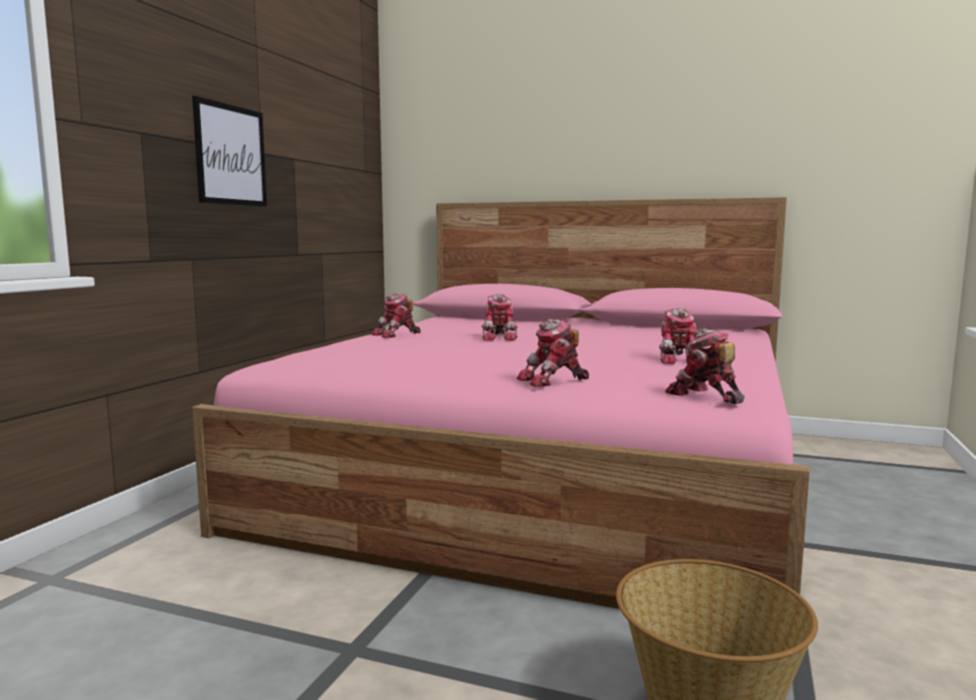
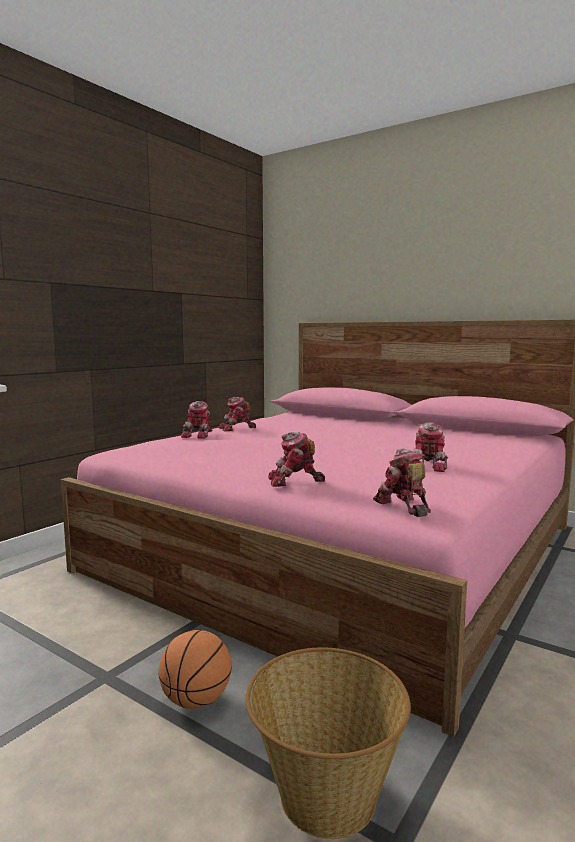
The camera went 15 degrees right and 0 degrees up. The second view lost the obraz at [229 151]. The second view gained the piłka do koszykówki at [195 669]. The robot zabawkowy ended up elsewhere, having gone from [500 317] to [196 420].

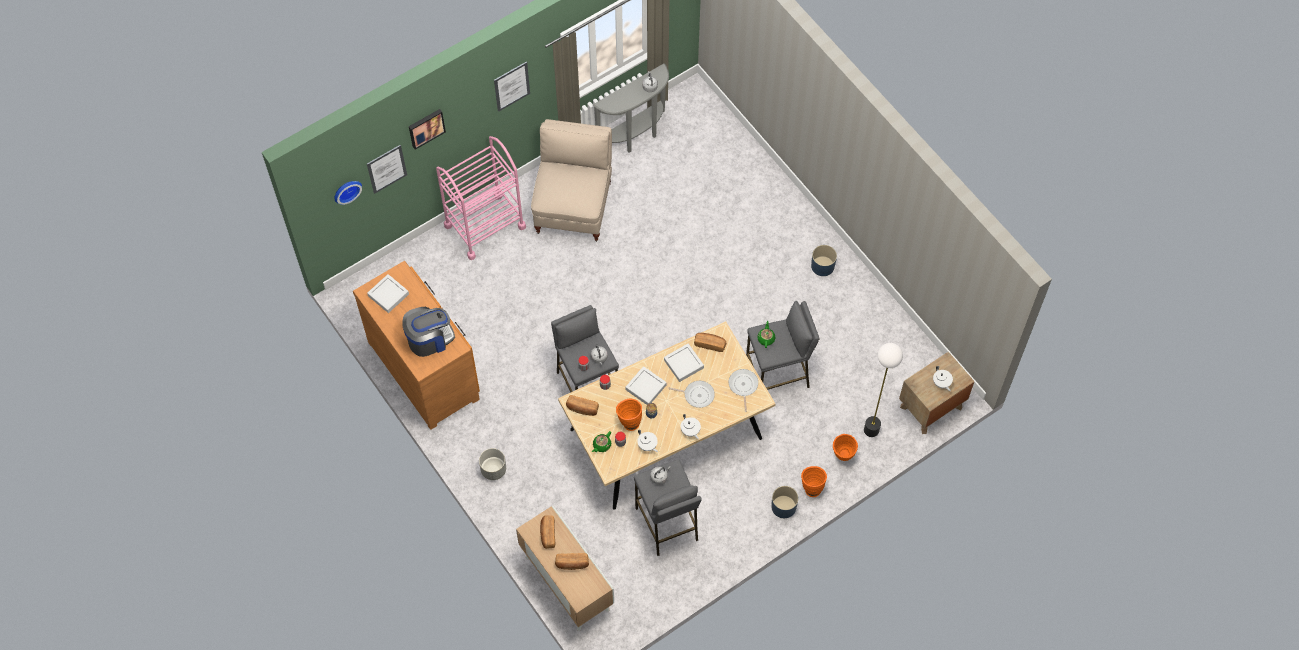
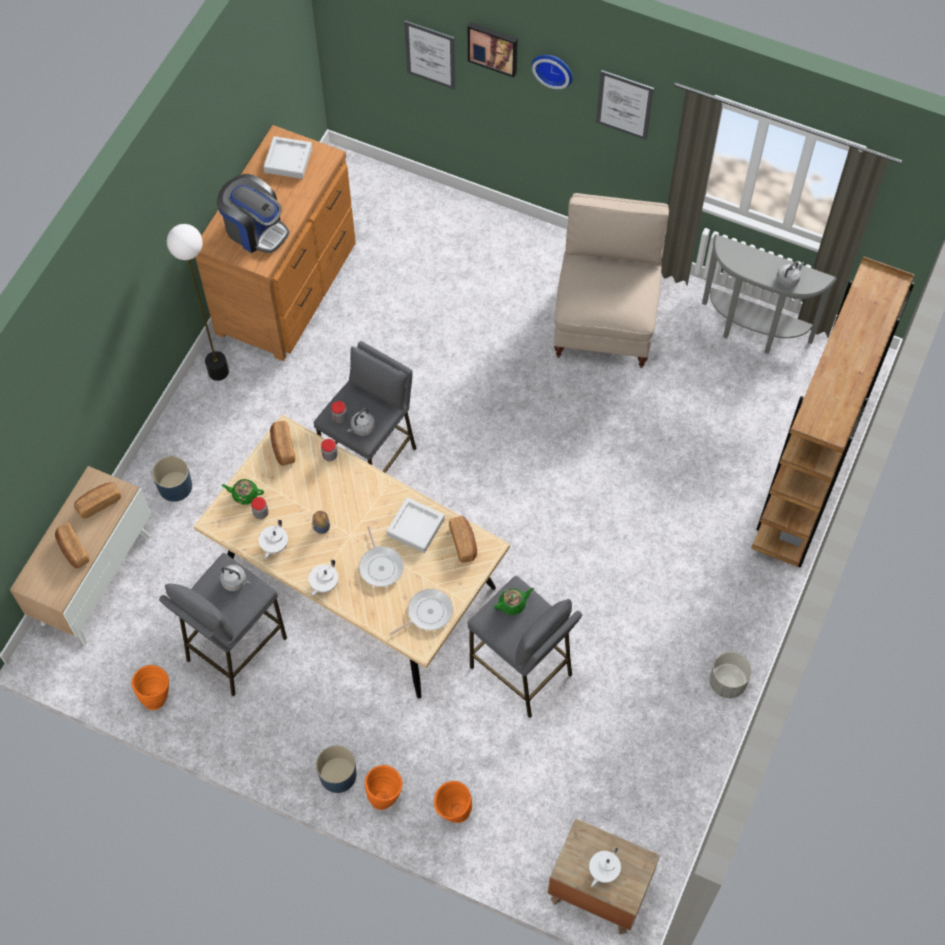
The camera went 60 degrees right and 0 degrees up. The second view lost the wózek/różowy at [481 198]. The second view lost the taca/szary at [646 385]. The second view gained the regał/brązowy at [833 412]. The zegar ścienny ended up elsewhere, having gone from [348 193] to [552 72]. The donica/szary ended up elsewhere, having gone from [492 464] to [730 675]. The wazon/pomarańczowy ended up elsewhere, having gone from [629 415] to [150 687]. The donica/niebieski ended up elsewhere, having gone from [824 260] to [172 479]. The lampa stojąca ended up elsewhere, having gone from [883 390] to [198 302]. The krzesło/beżowy at [571 180] ended up facing another way, 60 degrees counterclockwise from before.

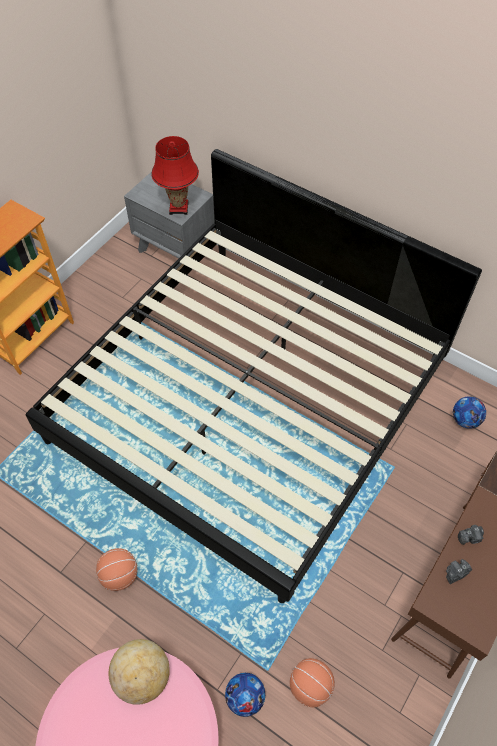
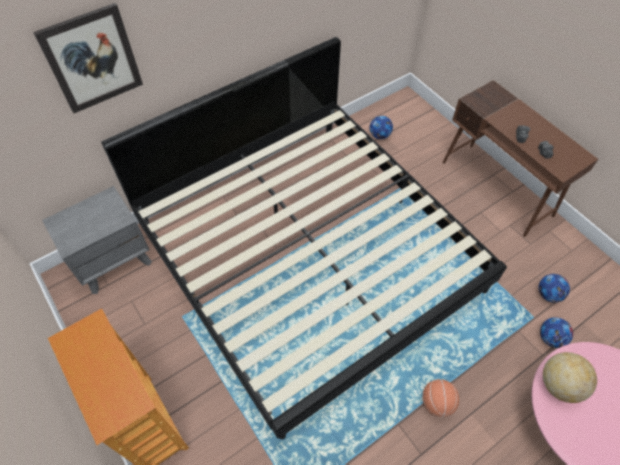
The camera went 70 degrees left and 0 degrees up. The second view lost the lampa stołowa/czerwony at [175 175]. The second view gained the obraz at [88 58]. Where the piłka do koszykówki stood at [312 682], the piłka futbolowa came to stand at [554 288].

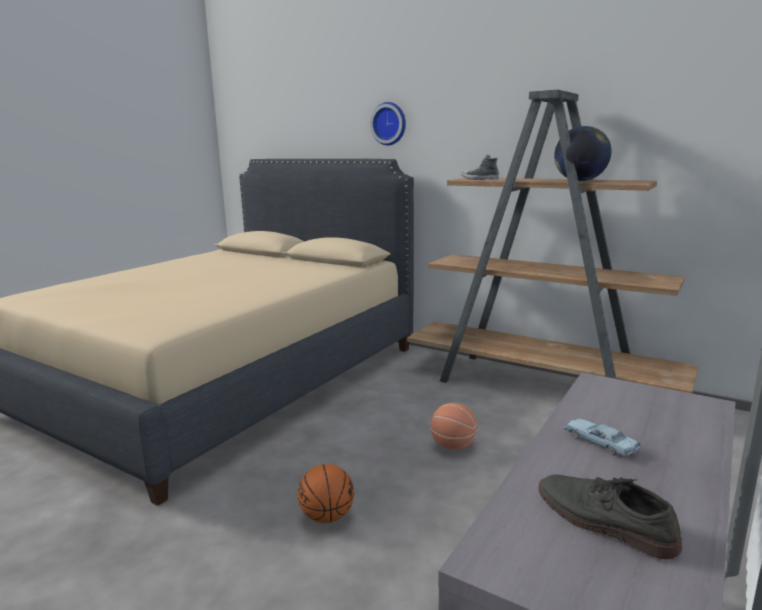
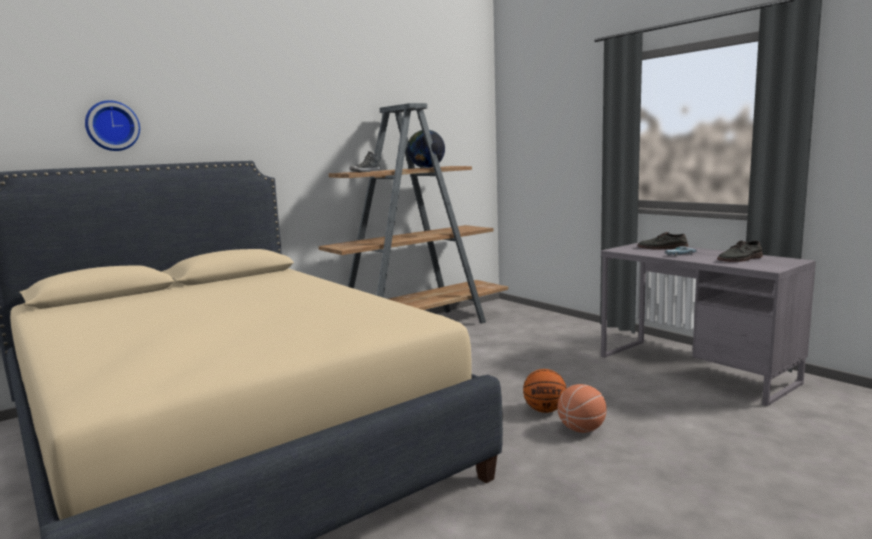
The camera went 70 degrees left and 5 degrees down. The second view gained the but/szary at [663 241]. The zegar ścienny ended up elsewhere, having gone from [388 123] to [112 125]. The piłka do koszykówki ended up elsewhere, having gone from [454 427] to [582 408].

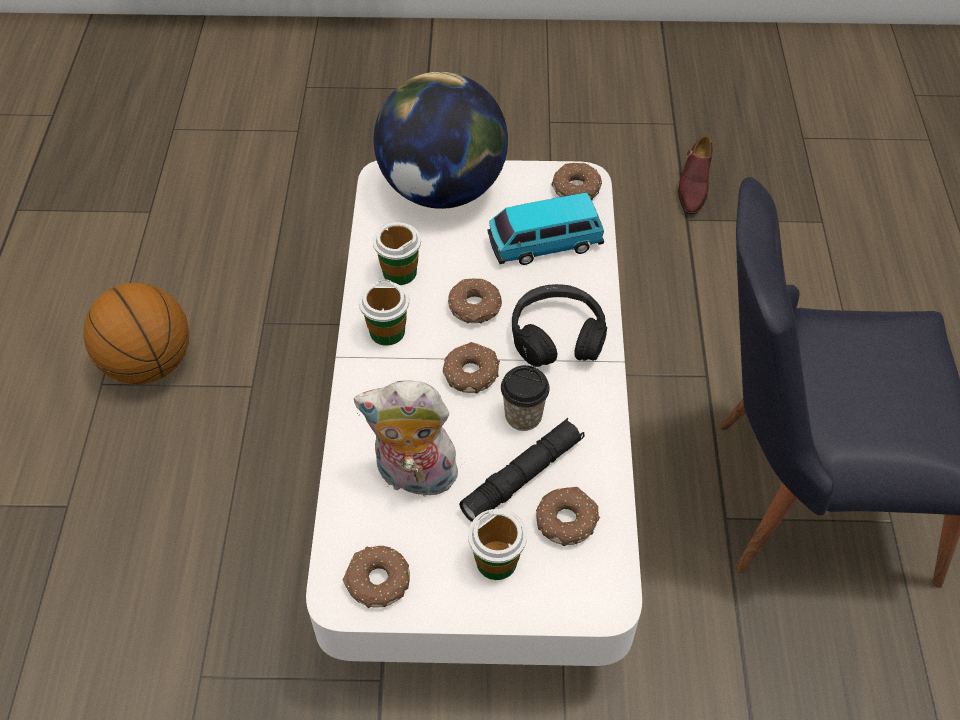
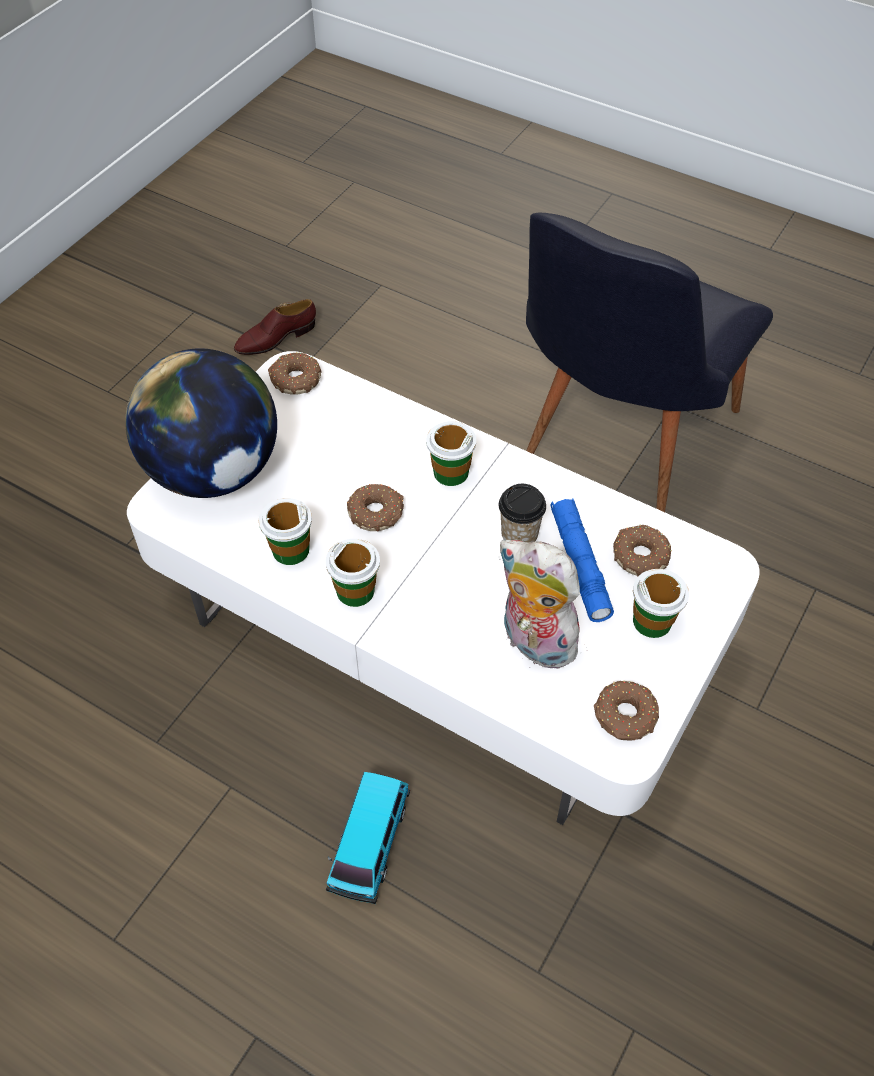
The camera went 60 degrees left and 0 degrees up. The second view lost the piłka do koszykówki at [136 333]. The second view lost the donut at [471 368]. The samochodzik ended up elsewhere, having gone from [545 228] to [368 838]. Where the słuchawki/czarny stood at [559 325], the filiżanka came to stand at [451 453]. What was the latarka/czarny at [522 470] turned into the latarka/niebieski at [582 560]. The pluszak at [408 441] ended up facing another way, 90 degrees clockwise from before. The but/brązowy at [695 174] ended up facing another way, 105 degrees clockwise from before.

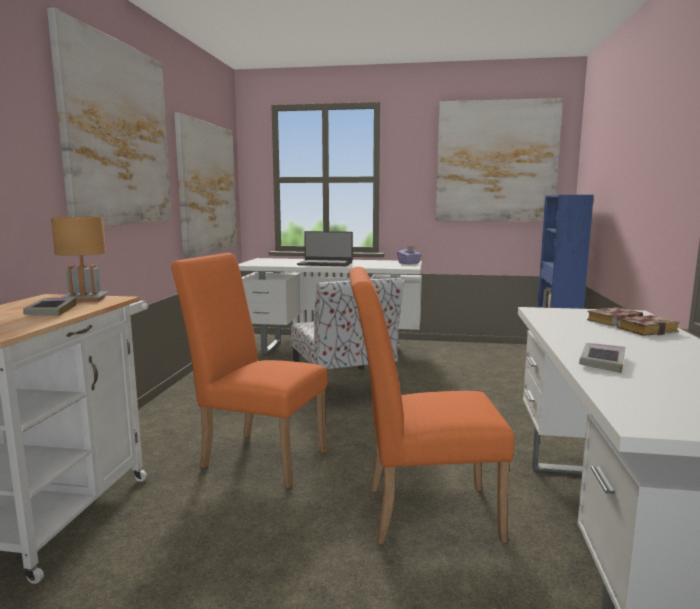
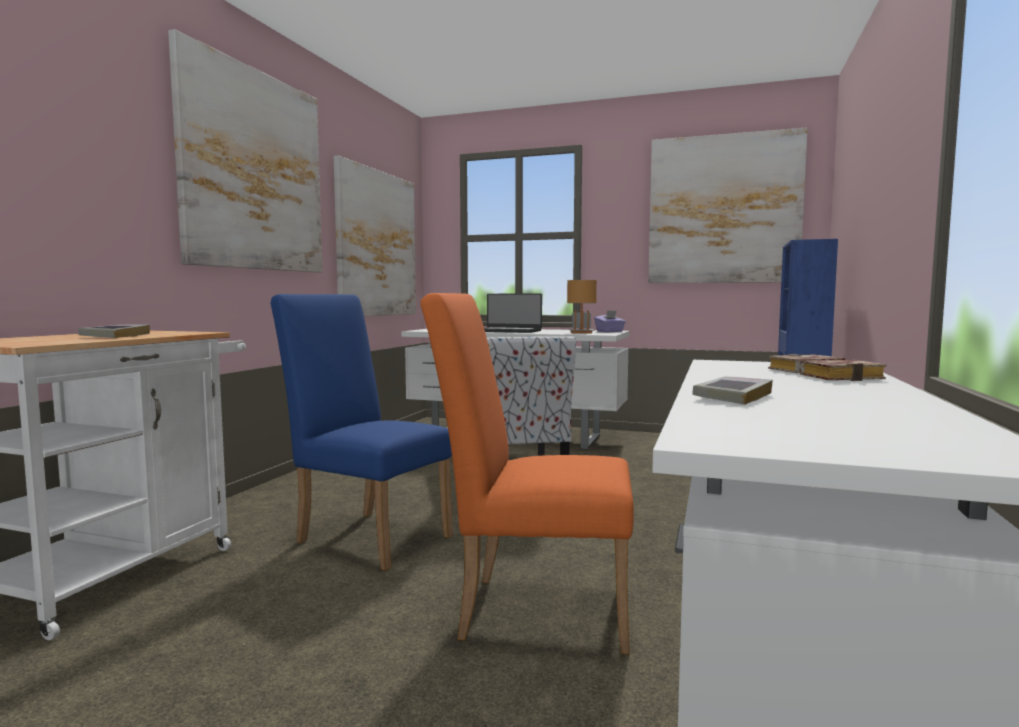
The camera went 10 degrees right and 5 degrees down. The lampa stołowa/brązowy ended up elsewhere, having gone from [80 259] to [582 306]. What was the krzesło/pomarańczowy at [249 370] turned into the krzesło/niebieski at [362 432].

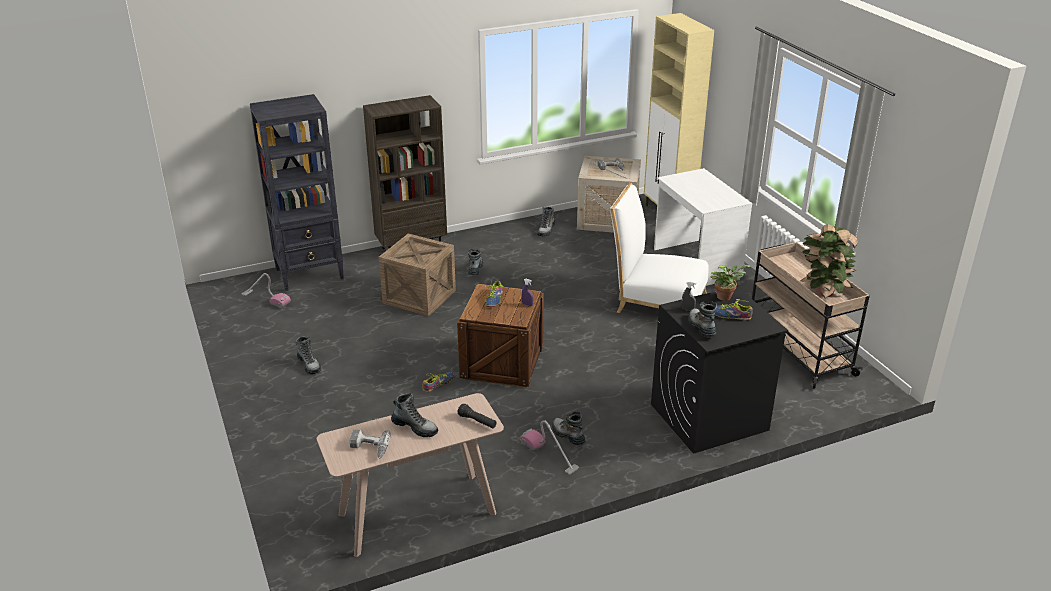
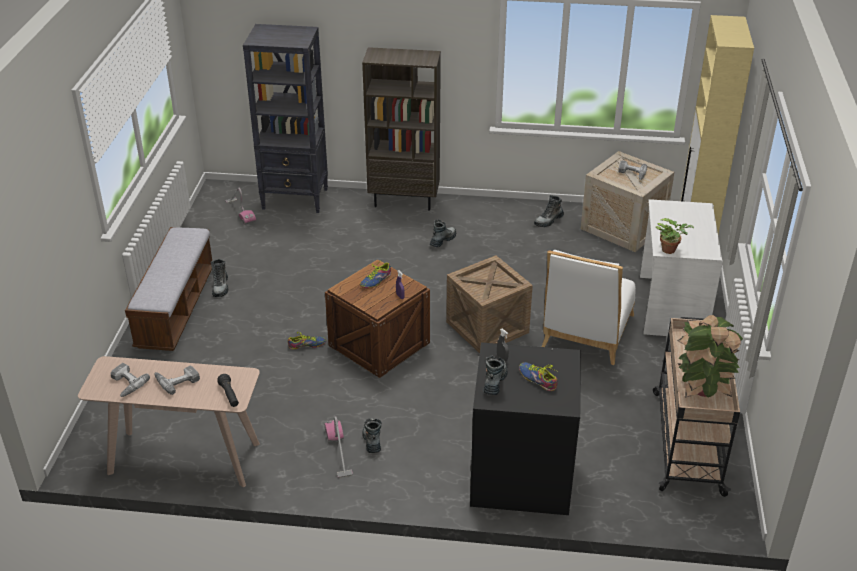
The camera went 30 degrees right and 5 degrees up. The second view gained the ławka at [168 289]. The skrzynka ended up elsewhere, having gone from [417 275] to [489 304]. The roślina doniczkowa ended up elsewhere, having gone from [730 283] to [675 236]. Where the but z cholewką stood at [414 415], the wiertarka came to stand at [177 380]. The krzesło/biały at [659 247] ended up facing another way, 120 degrees counterclockwise from before.

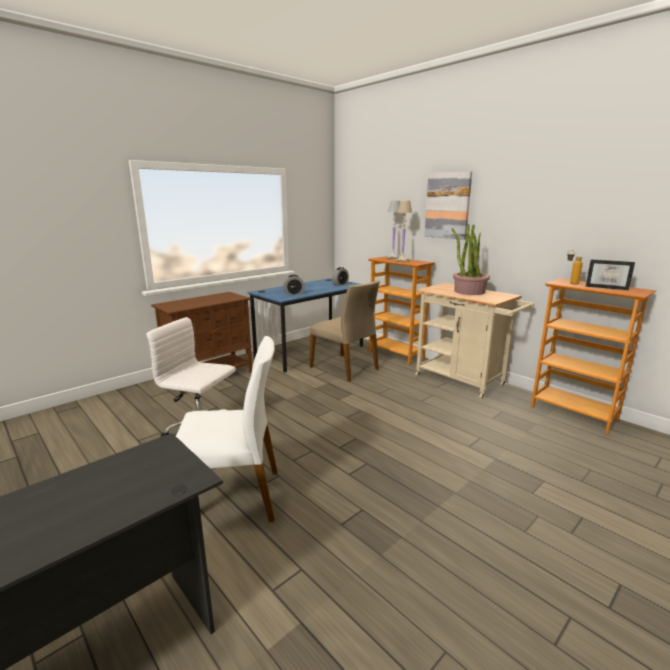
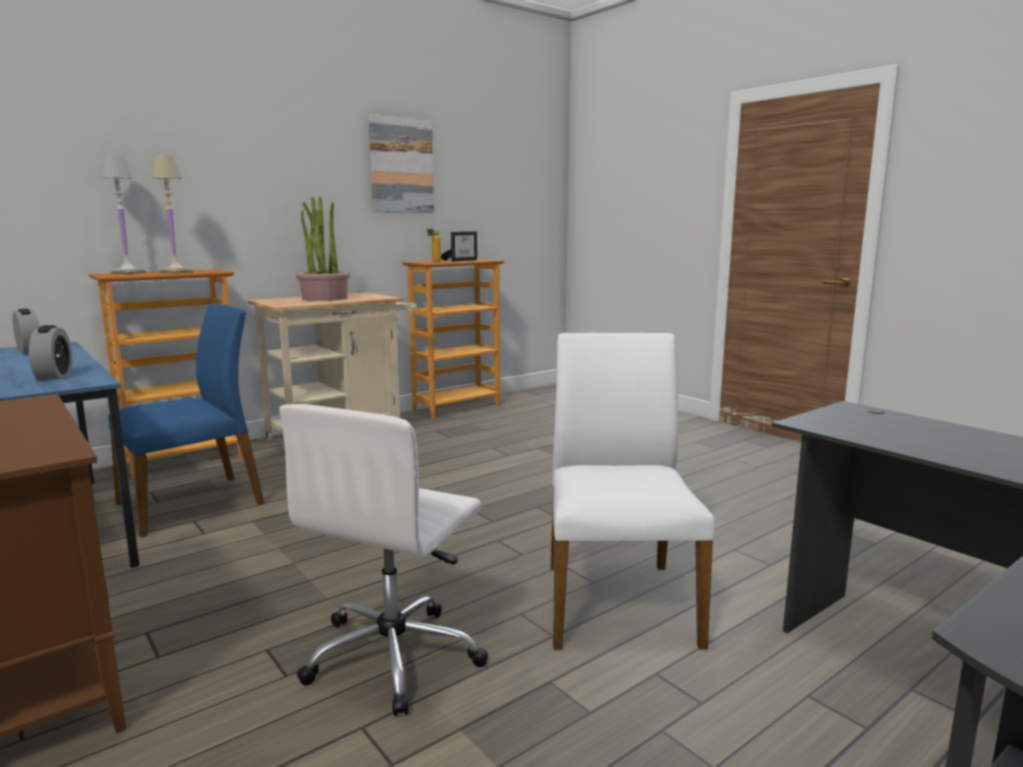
The camera went 85 degrees left and 5 degrees down. The obraz ended up elsewhere, having gone from [448 205] to [401 163]. What was the krzesło/beżowy at [344 331] turned into the krzesło/niebieski at [186 420].

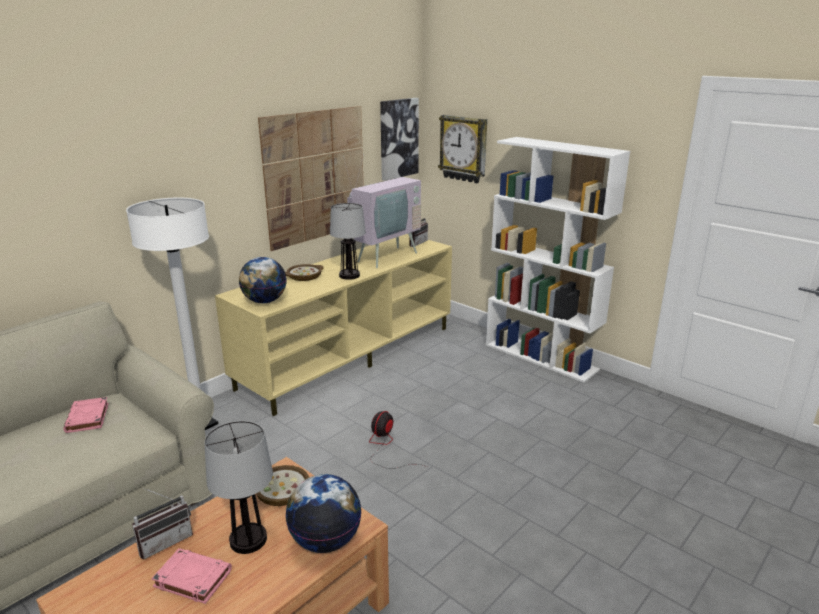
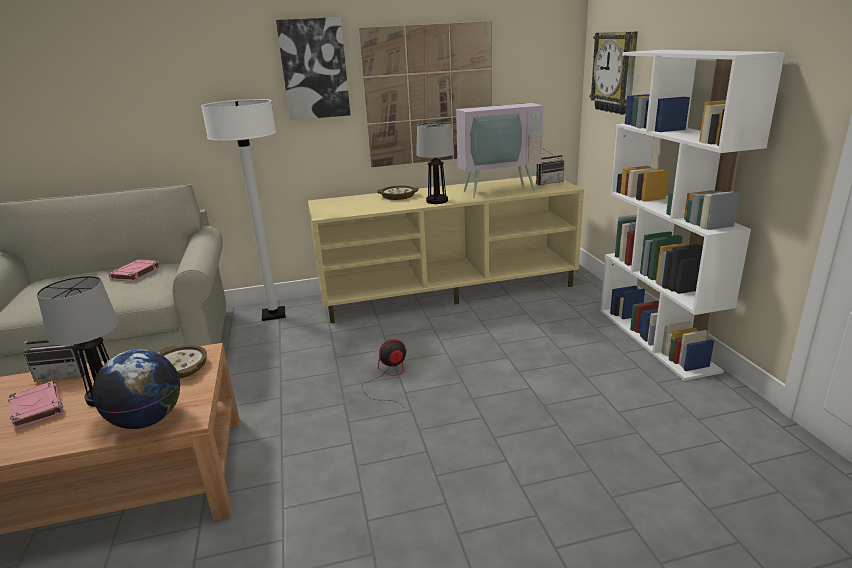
The camera went 35 degrees right and 0 degrees up. The second view lost the globus at [262 280]. The obraz ended up elsewhere, having gone from [399 139] to [313 68].

